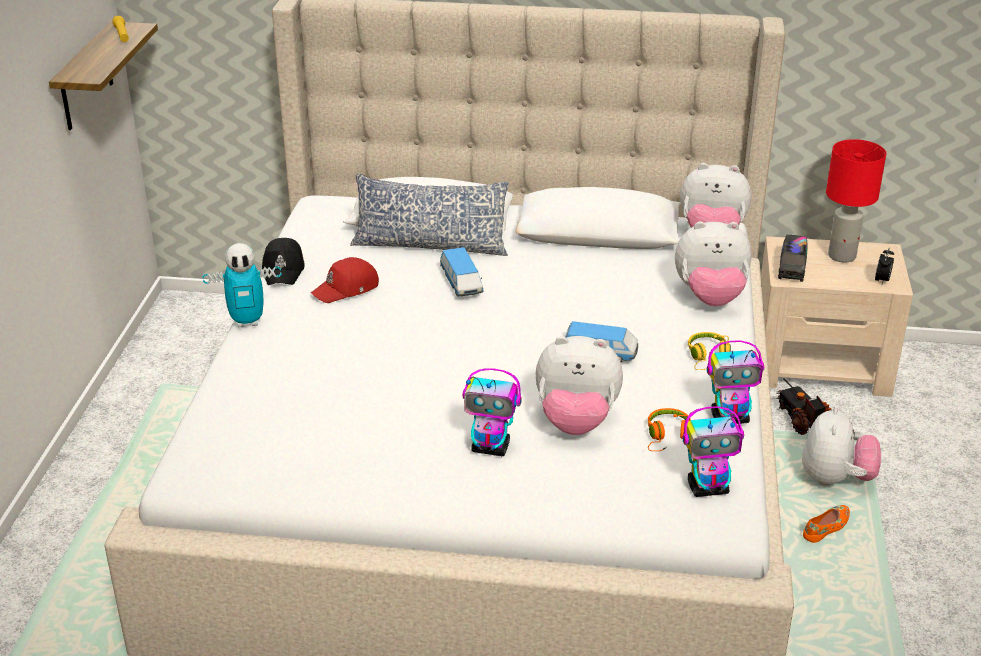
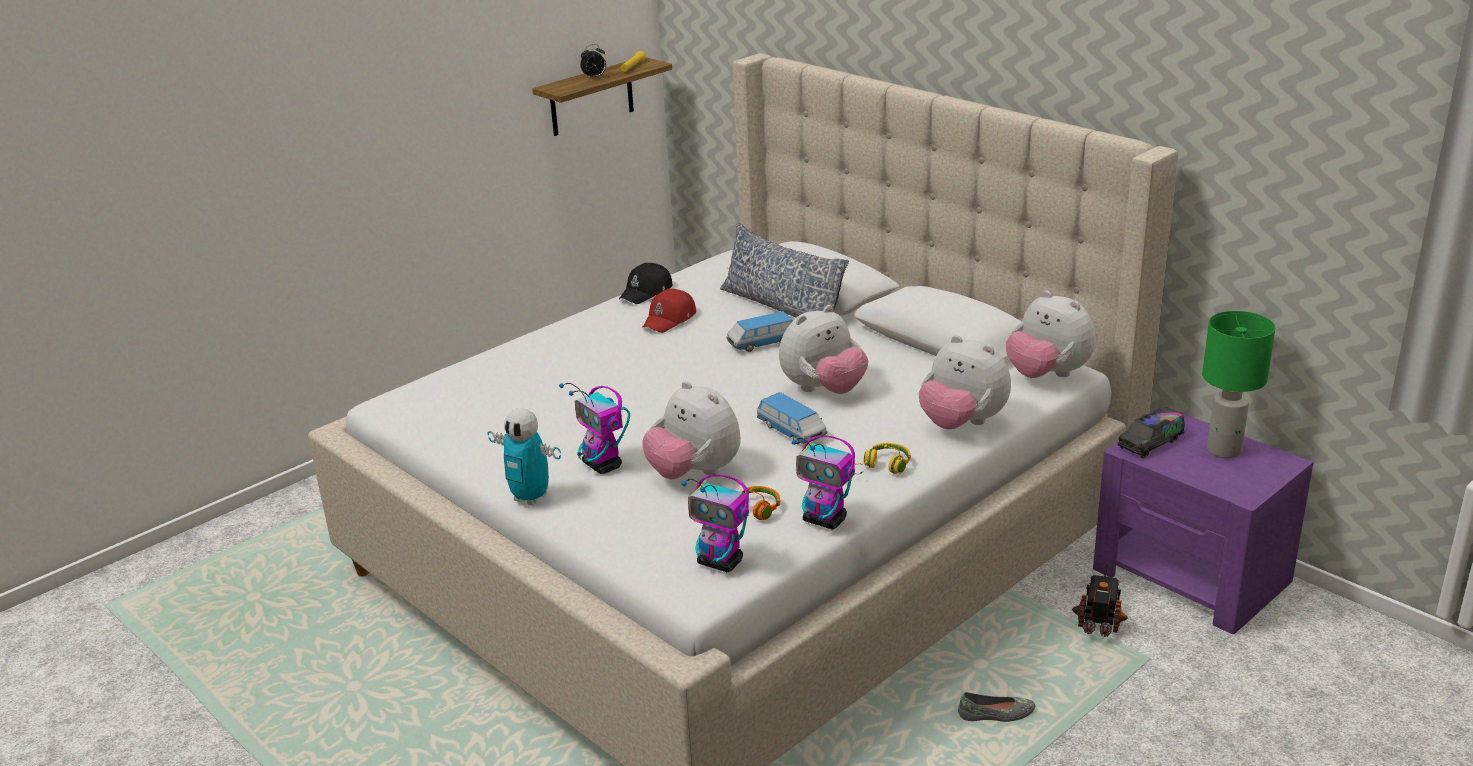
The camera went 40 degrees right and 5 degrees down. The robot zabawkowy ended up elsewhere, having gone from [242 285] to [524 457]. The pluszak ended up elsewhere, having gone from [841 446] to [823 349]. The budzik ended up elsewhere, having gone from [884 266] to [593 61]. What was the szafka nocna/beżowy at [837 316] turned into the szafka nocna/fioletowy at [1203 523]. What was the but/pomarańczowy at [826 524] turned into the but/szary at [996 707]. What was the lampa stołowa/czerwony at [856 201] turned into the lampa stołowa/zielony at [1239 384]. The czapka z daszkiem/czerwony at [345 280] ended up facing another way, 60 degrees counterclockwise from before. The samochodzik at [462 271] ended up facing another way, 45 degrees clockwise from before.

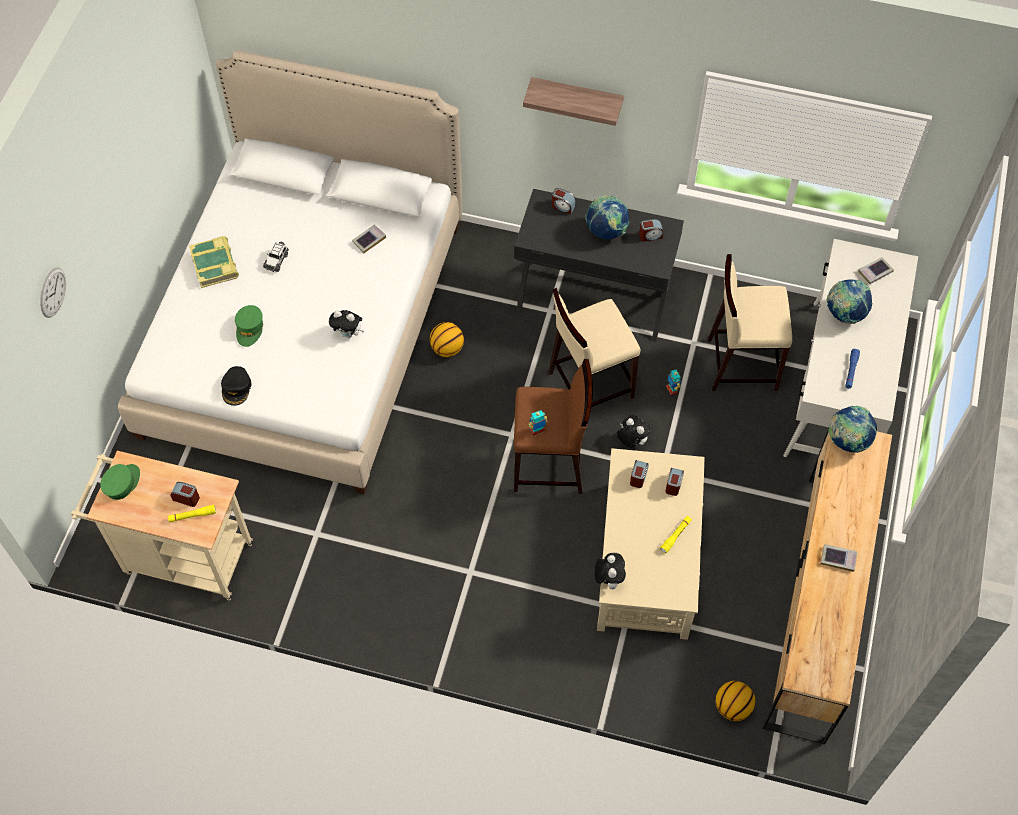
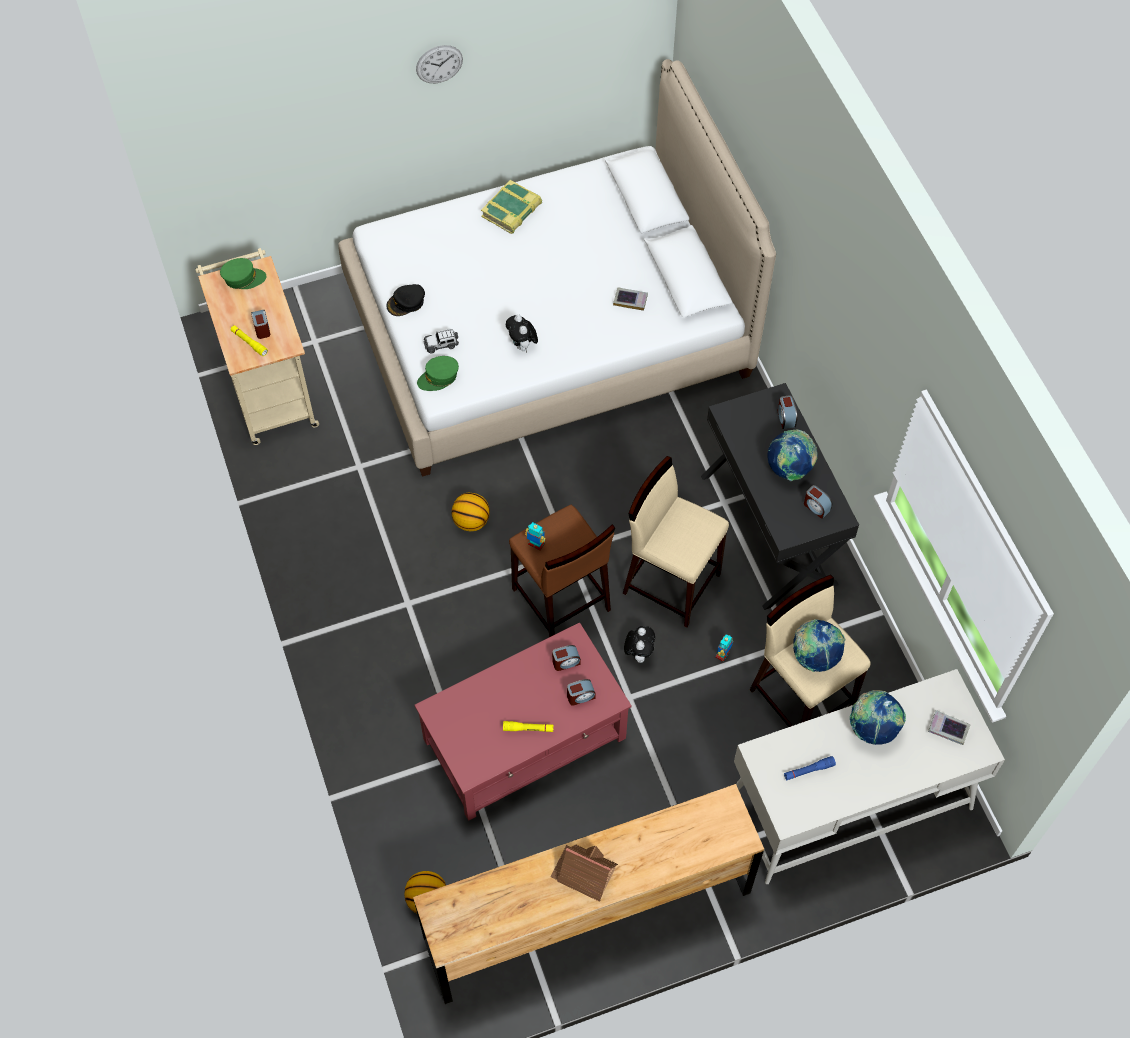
The camera went 55 degrees right and 0 degrees up. The second view lost the półka at [573 101]. The second view lost the pluszak at [610 571]. The zegar ścienny ended up elsewhere, having gone from [53 293] to [439 64]. The czapka z daszkiem/zielony ended up elsewhere, having gone from [249 326] to [438 373]. The samochodzik ended up elsewhere, having gone from [276 257] to [441 341]. The piłka do koszykówki ended up elsewhere, having gone from [447 339] to [471 512]. The globus ended up elsewhere, having gone from [852 429] to [819 645]. Where the książka stood at [838 558], the domek came to stand at [584 873]. What was the ława/beżowy at [651 544] turned into the ława/czerwony at [523 721].

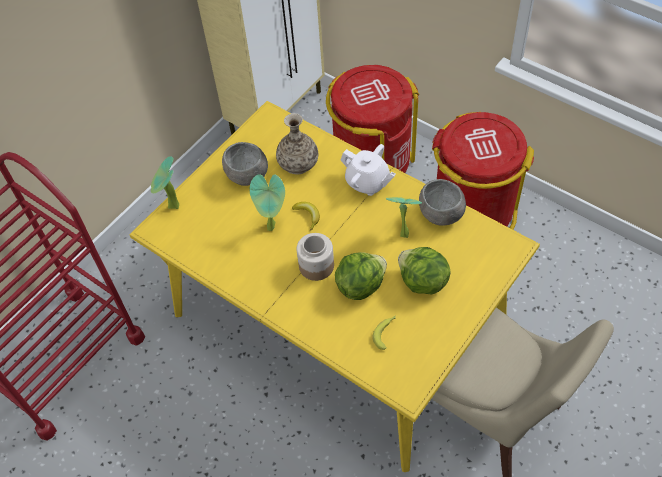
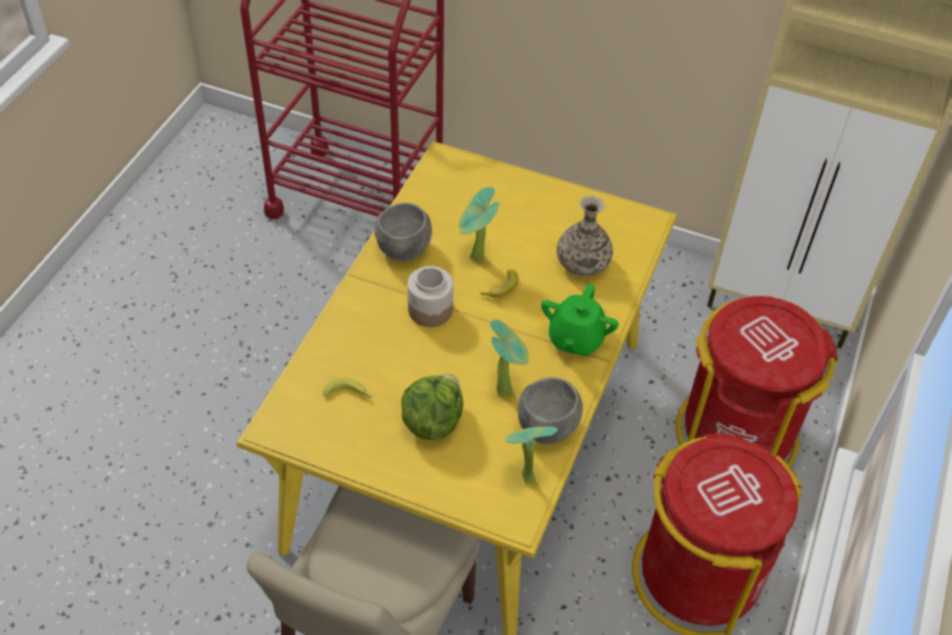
The camera went 70 degrees right and 5 degrees down. The second view lost the sałata at [361 276]. The roślina doniczkowa ended up elsewhere, having gone from [165 182] to [531 455]. The miska/szary ended up elsewhere, having gone from [245 164] to [403 232]. What was the imbryk/biały at [368 170] turned into the imbryk/zielony at [580 320].

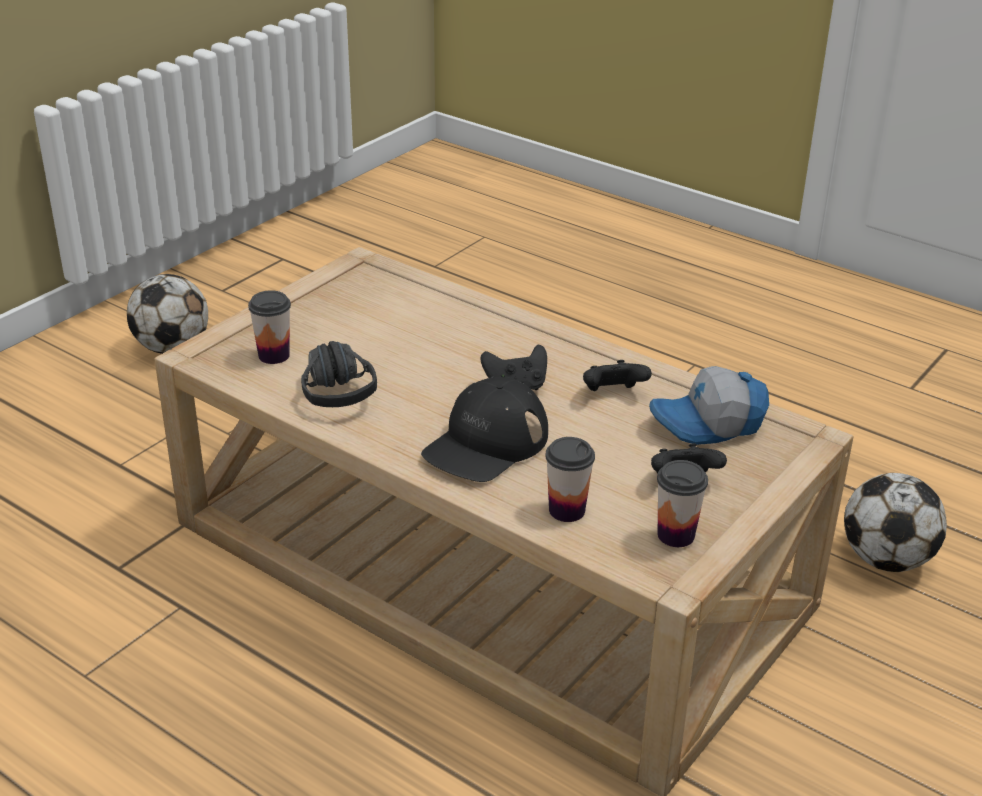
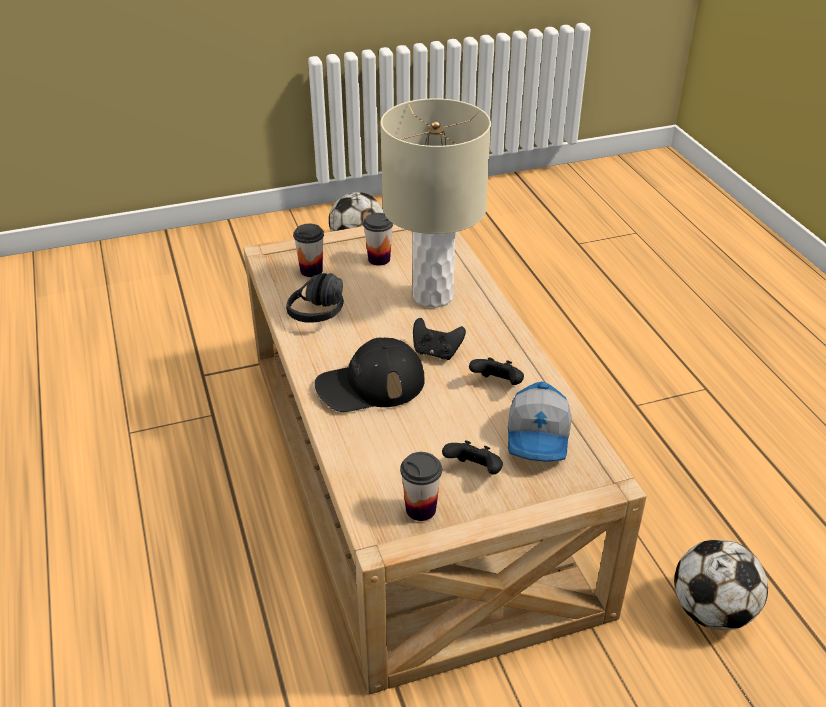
The camera went 35 degrees right and 5 degrees up. The second view gained the lampa stołowa/beżowy at [436 203]. The filiżanka ended up elsewhere, having gone from [570 479] to [378 239]. The czapka z daszkiem at [709 405] ended up facing another way, 105 degrees counterclockwise from before.

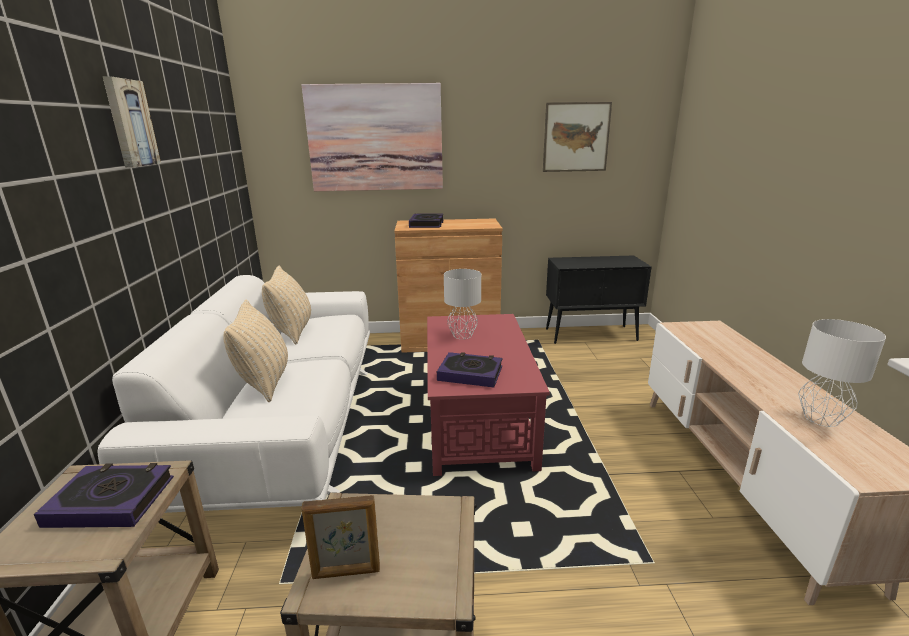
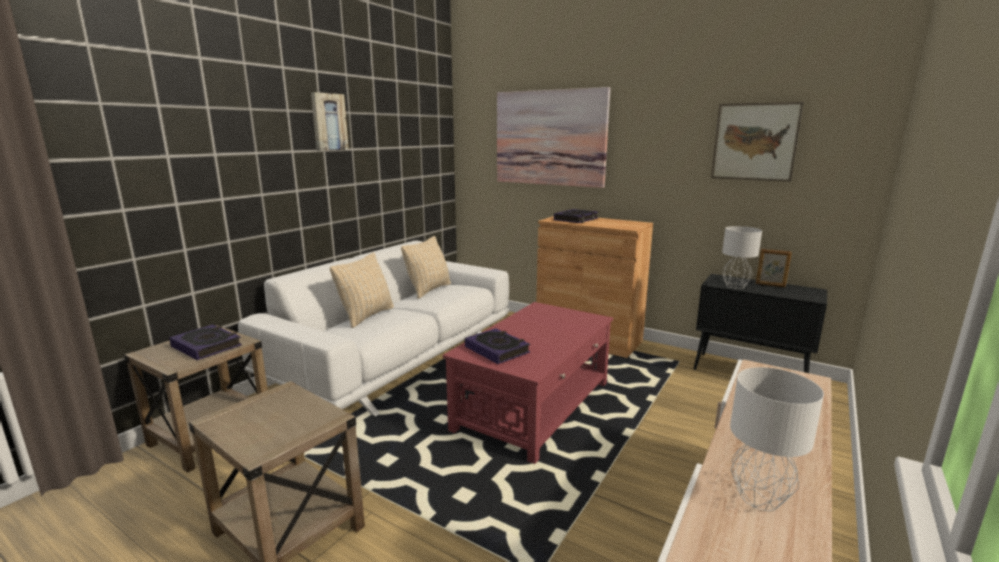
The camera went 35 degrees right and 5 degrees down. The ramka na zdjęcie ended up elsewhere, having gone from [340 537] to [774 268]. The lampa stołowa/szary ended up elsewhere, having gone from [462 304] to [742 257].

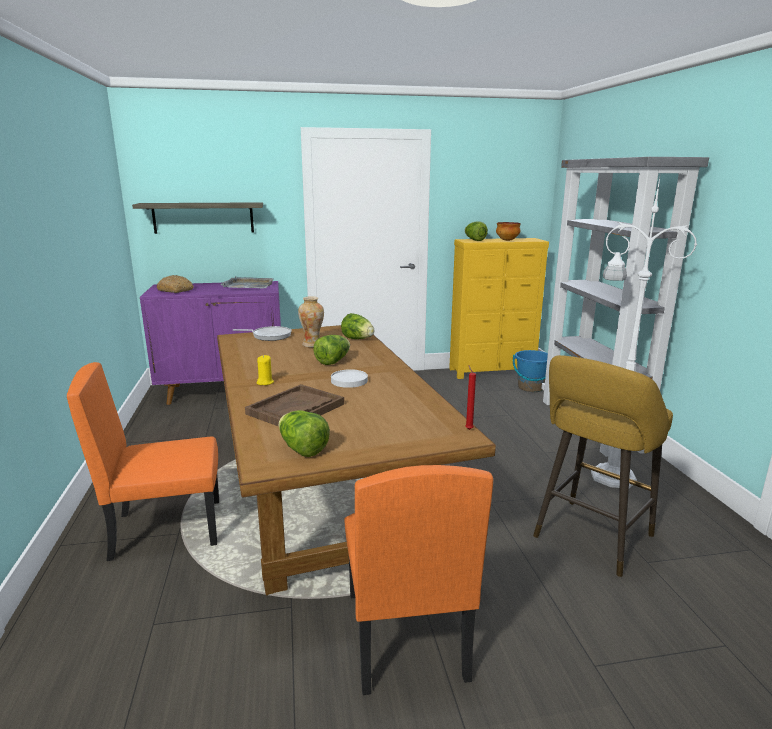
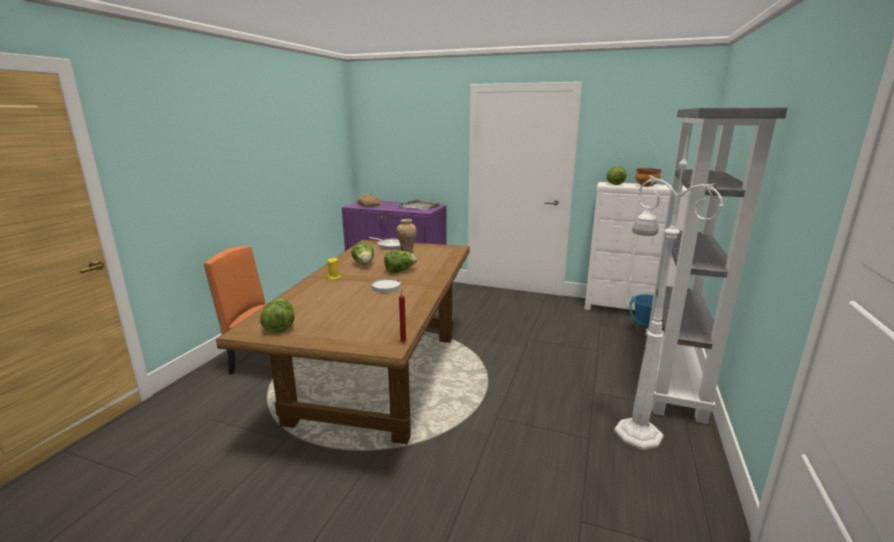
The camera went 30 degrees right and 0 degrees up. The second view lost the półka at [197 218]. The second view lost the taca/brązowy at [294 405]. The second view lost the krzesło/pomarańczowy at [418 580]. The second view lost the stołek/żółty at [603 466]. The sałata ended up elsewhere, having gone from [358 326] to [362 253]. What was the komoda/żółty at [499 308] turned into the komoda/biały at [636 246].

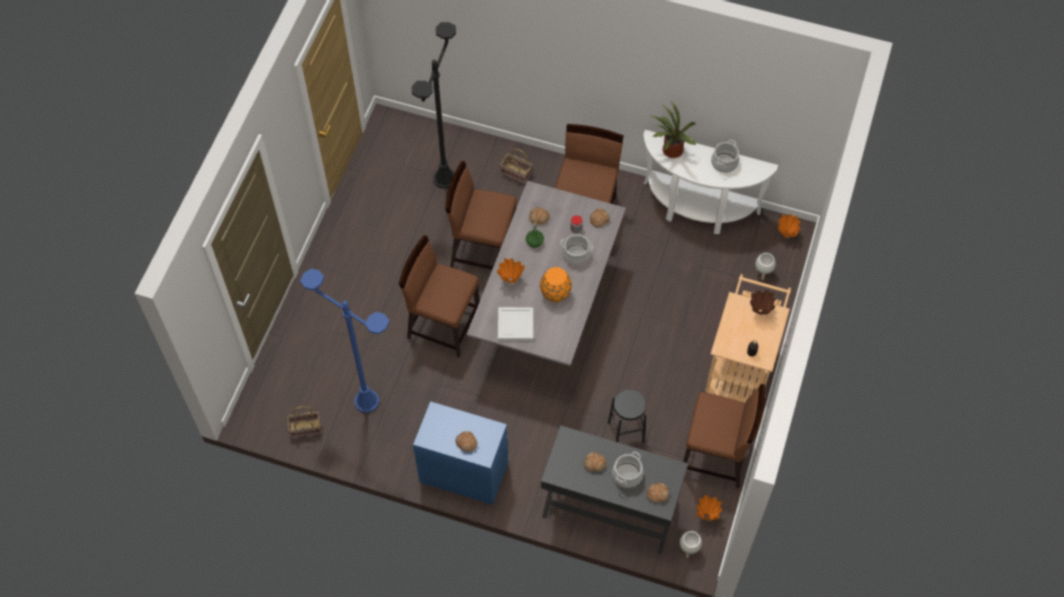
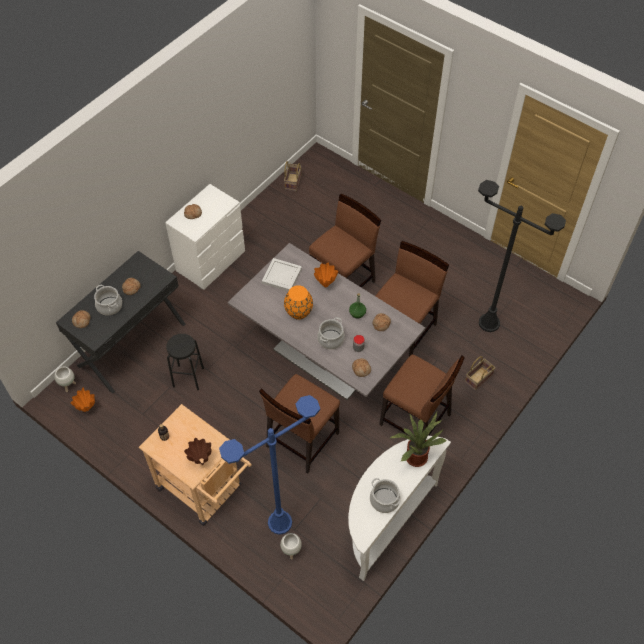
The camera went 110 degrees right and 5 degrees down. The second view lost the wazon/pomarańczowy at [789 226]. The lampa stojąca/niebieski ended up elsewhere, having gone from [345 340] to [269 465]. The krzesło/brązowy ended up elsewhere, having gone from [724 436] to [299 424]. What was the komoda/niebieski at [460 453] turned into the komoda/biały at [205 237].

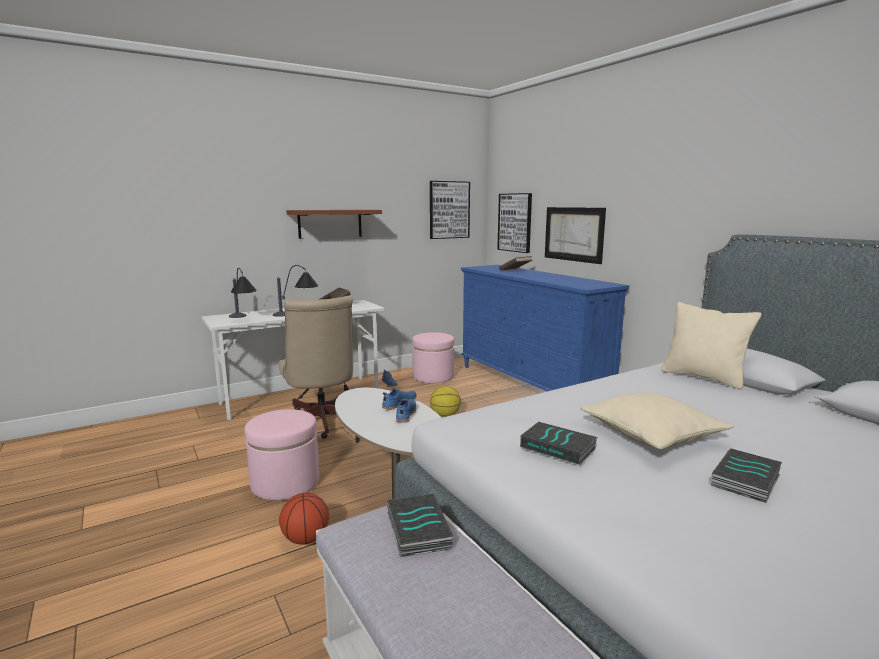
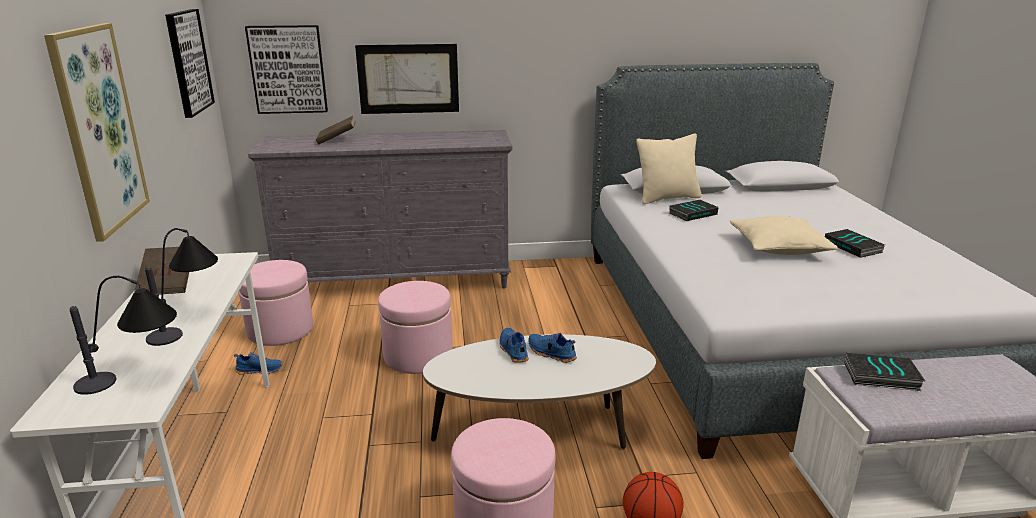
The camera went 65 degrees left and 10 degrees up. The second view lost the krzesło biurowe/beżowy at [316 367]. The książka ended up elsewhere, having gone from [559 443] to [694 210]. Where the półka/brązowy hung at [334 224], the obraz came to hang at [97 132]. Where the piłka do koszykówki stood at [445 401], the pufa/różowy came to stand at [415 327]. What was the komoda/niebieski at [545 328] turned into the komoda/szary at [380 209].

